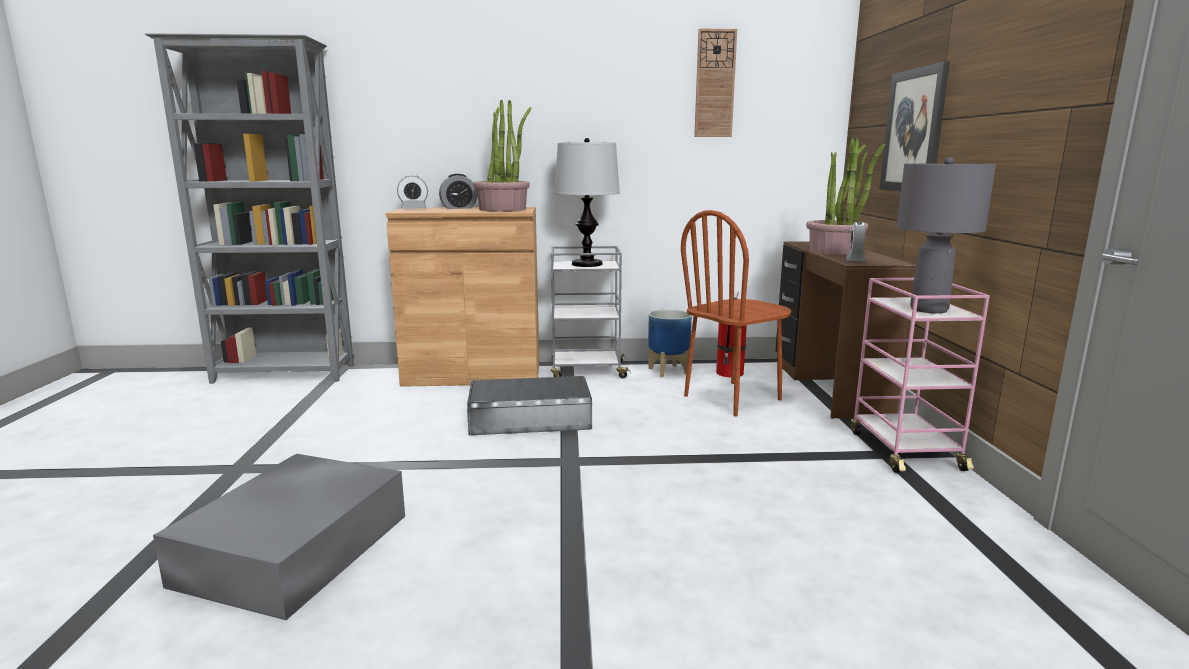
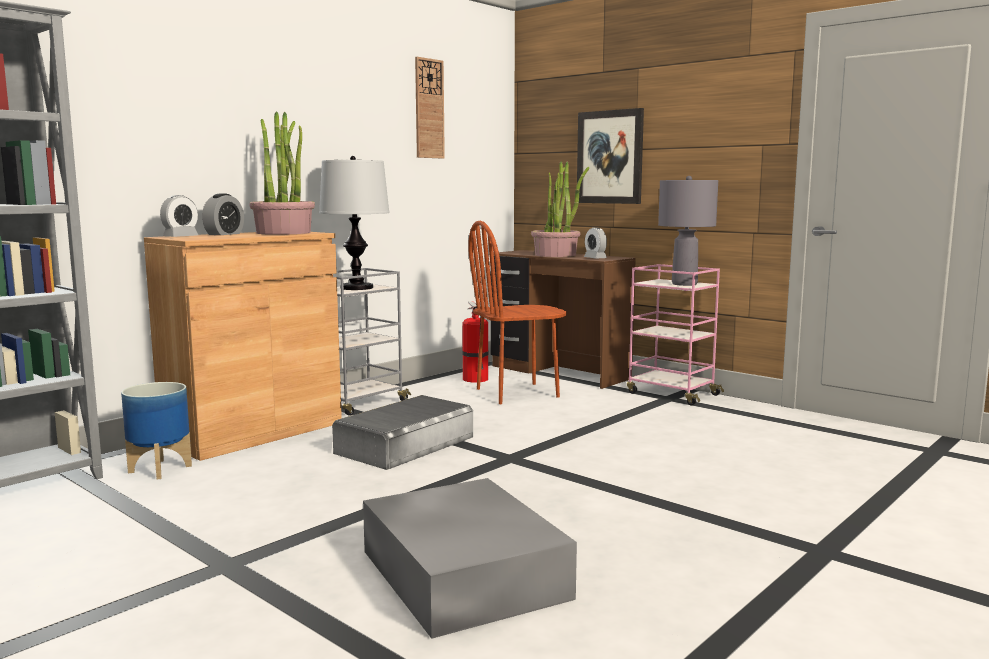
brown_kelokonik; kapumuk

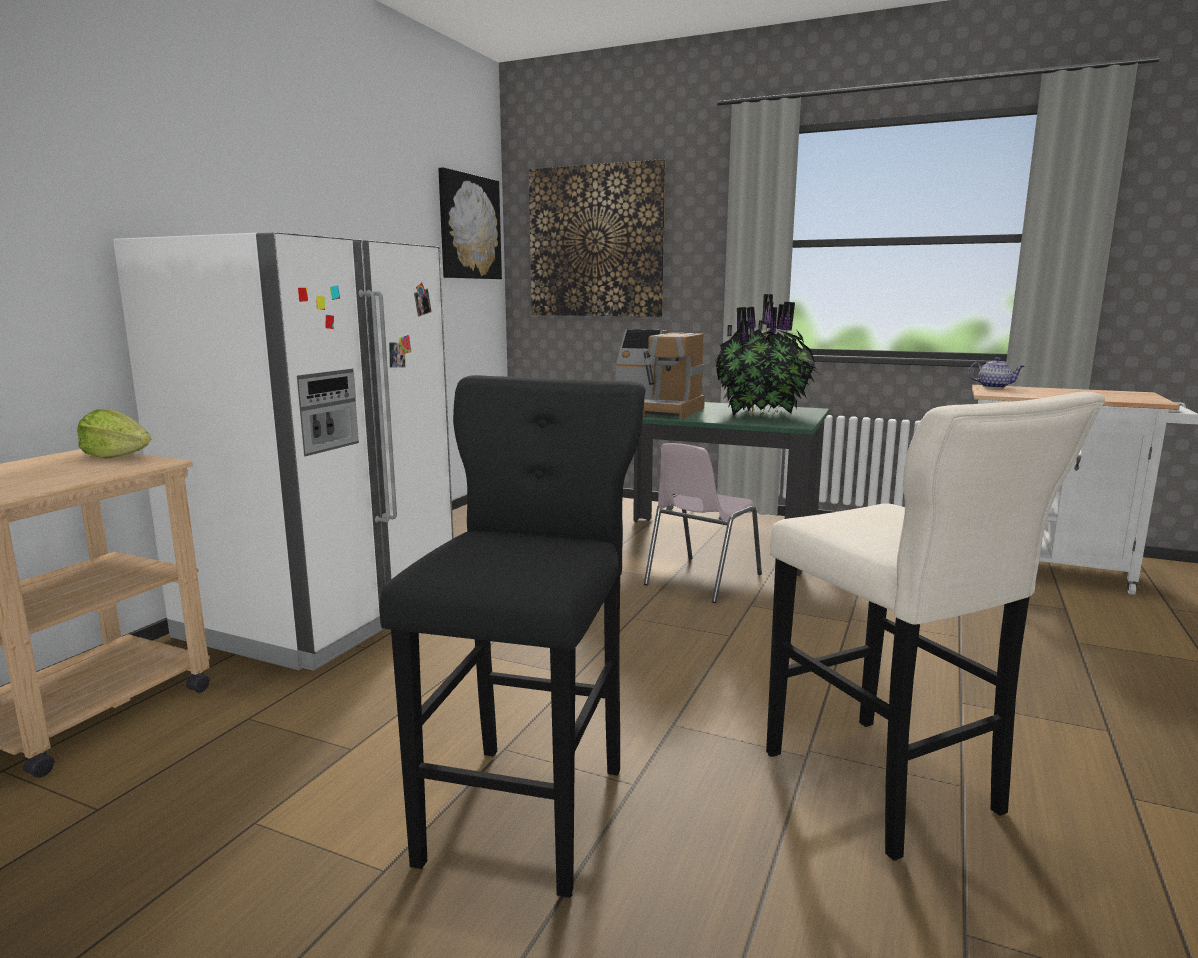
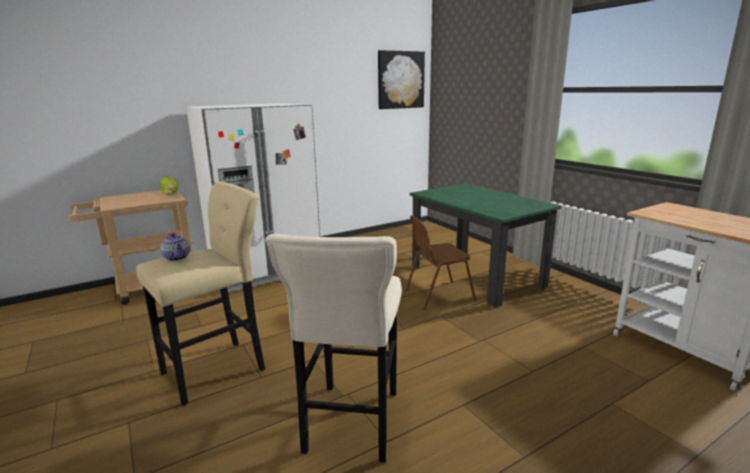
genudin (no. 2 from left in the first image); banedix; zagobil; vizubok; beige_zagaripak (no. 1 from left); brown_kelokonik

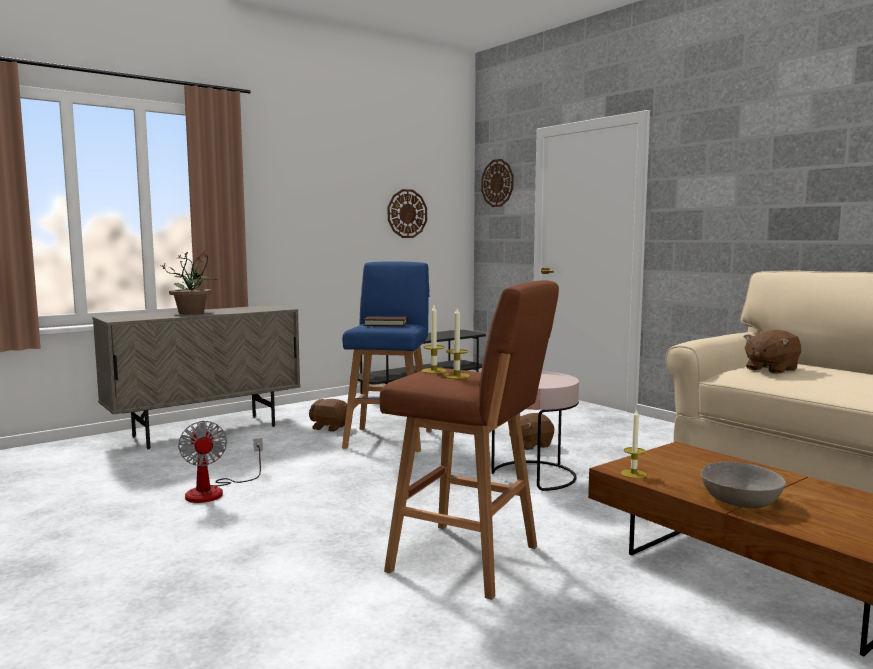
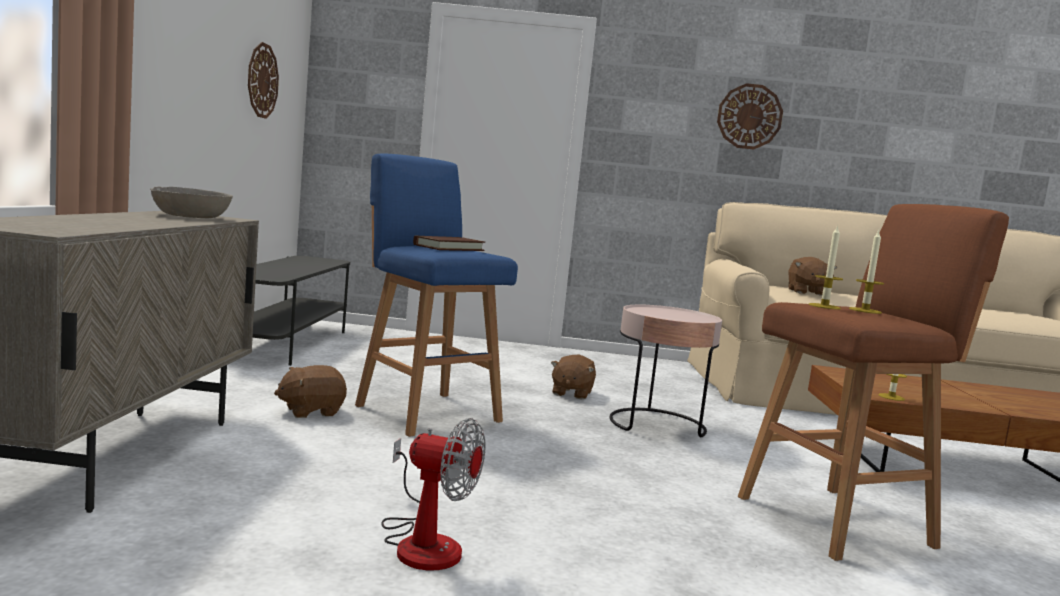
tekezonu (no. 2 from left); banedix; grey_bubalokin

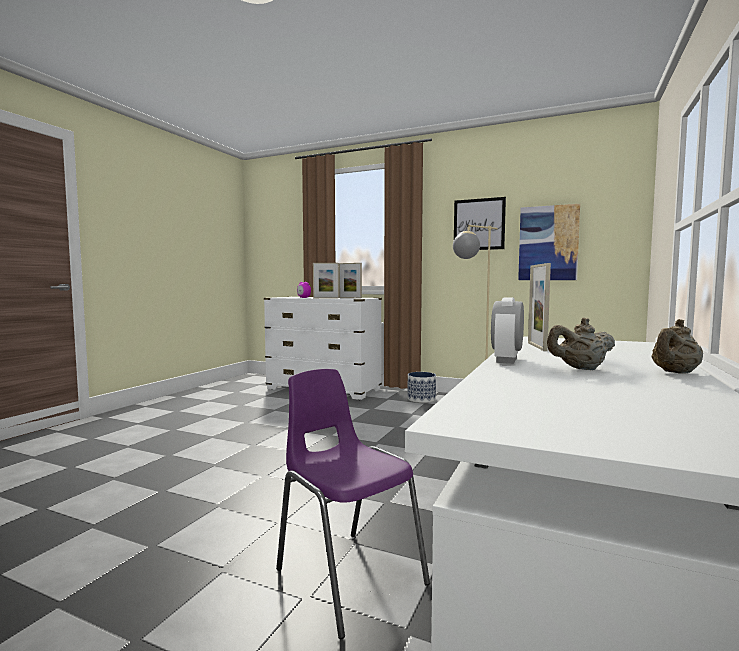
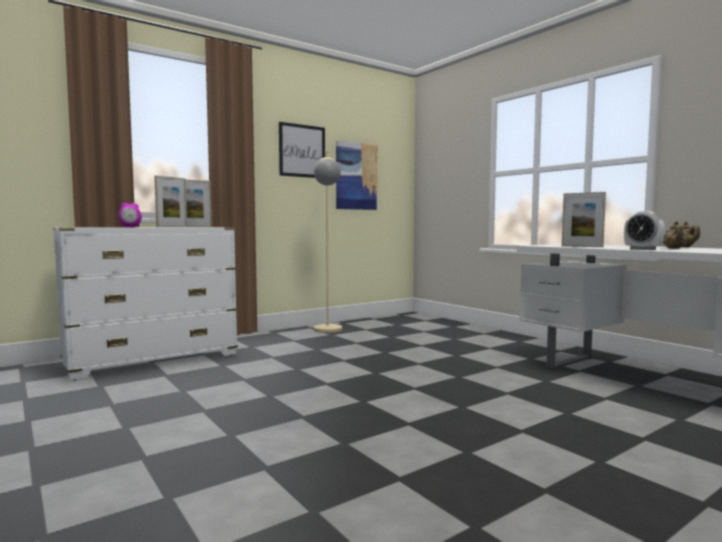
purple_kelokonik; kapumuk

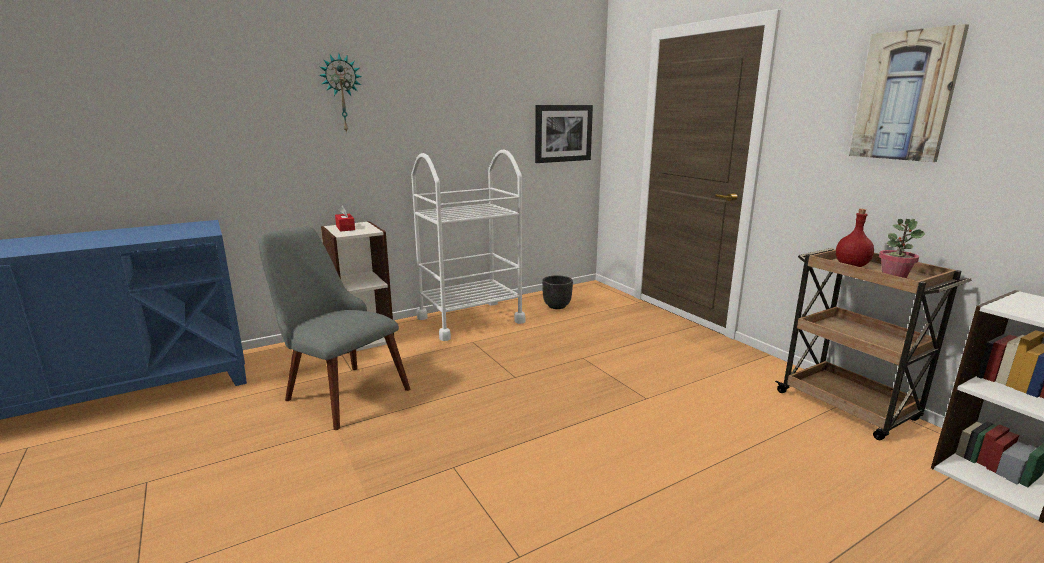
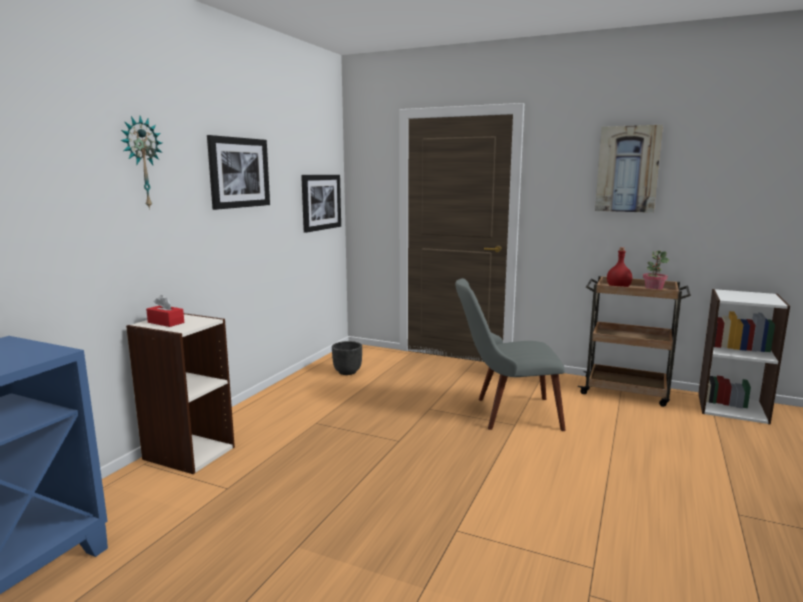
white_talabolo; grey_kelokonik; genudin (no. 1 from left)

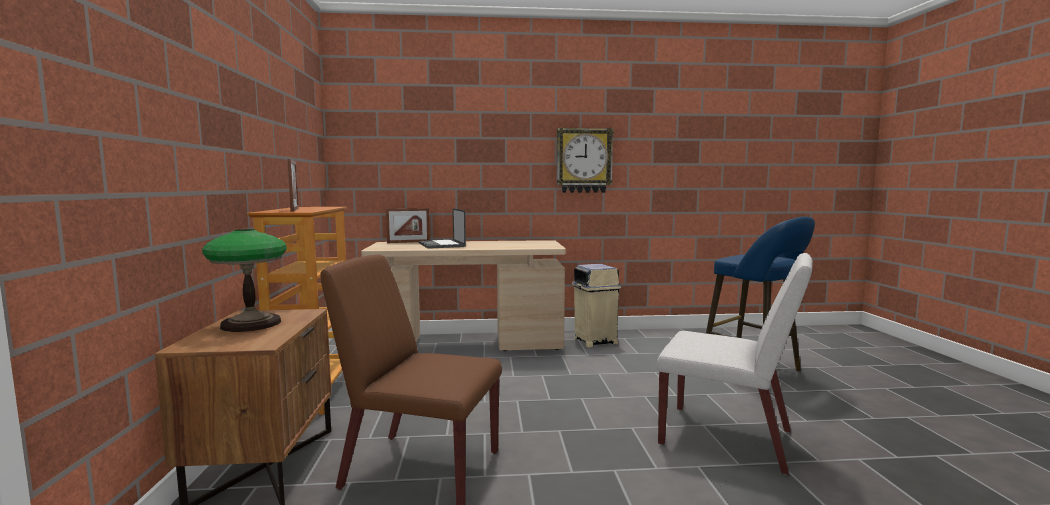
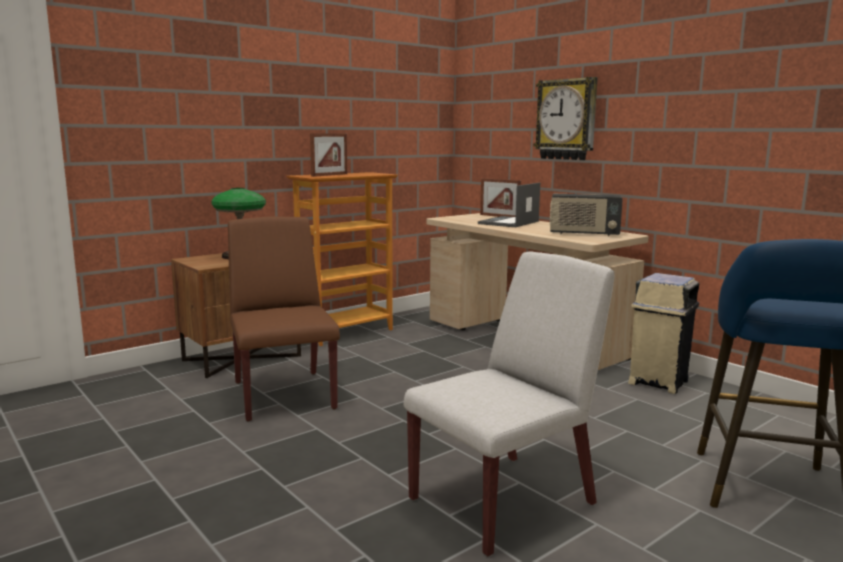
tekezonu; white_kelokonik; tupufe

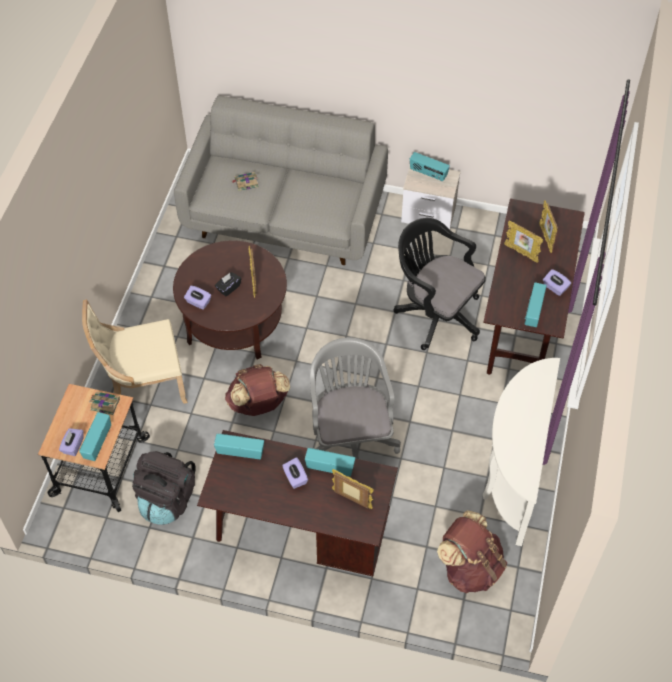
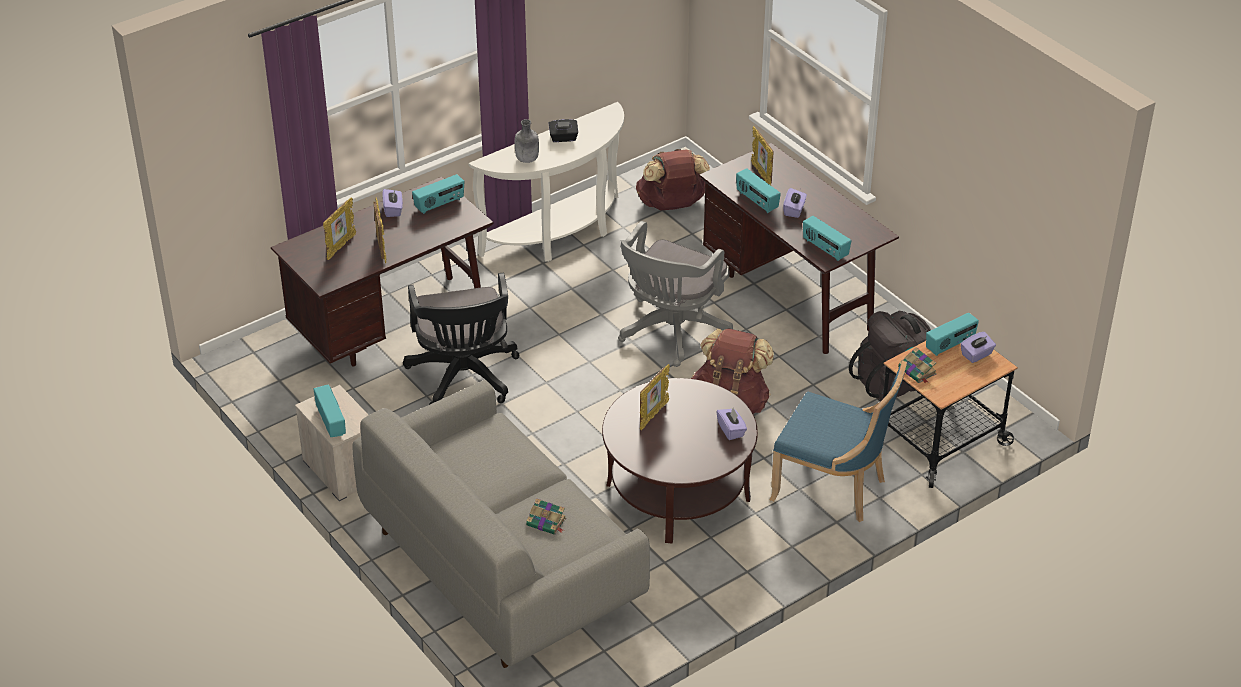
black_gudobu; blue_kelokonik; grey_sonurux

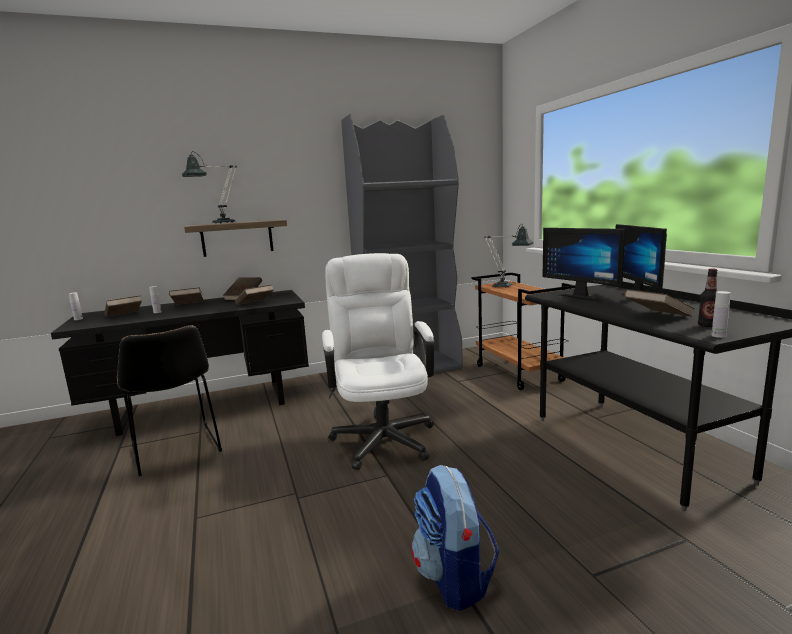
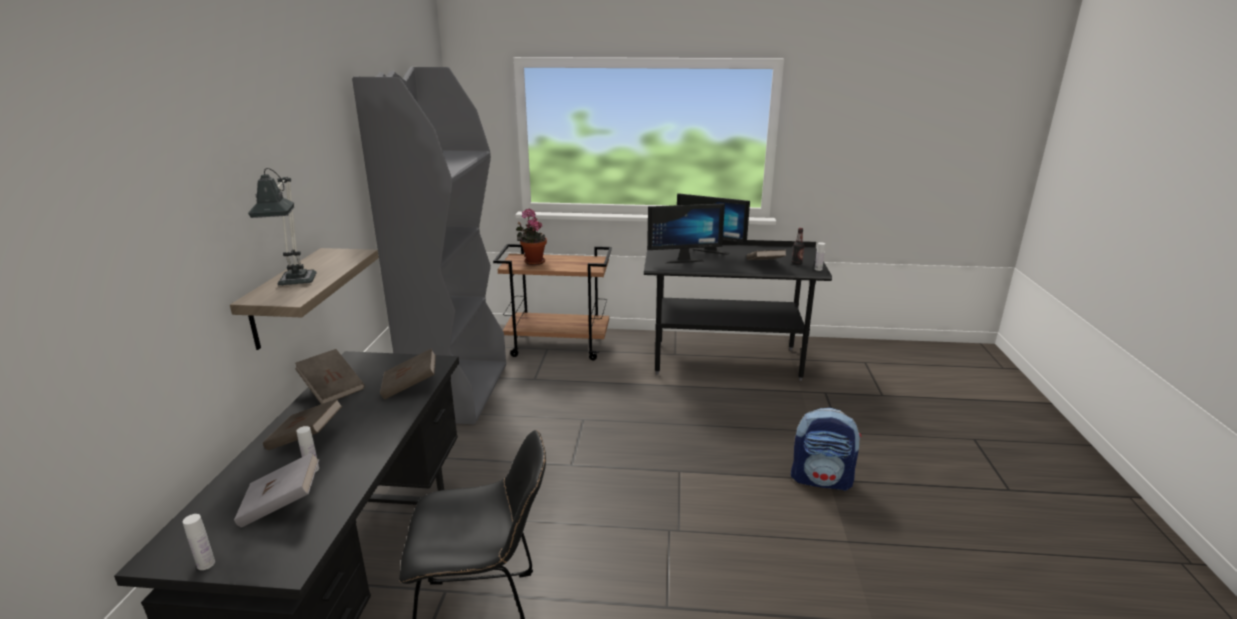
banedix; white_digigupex; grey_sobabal

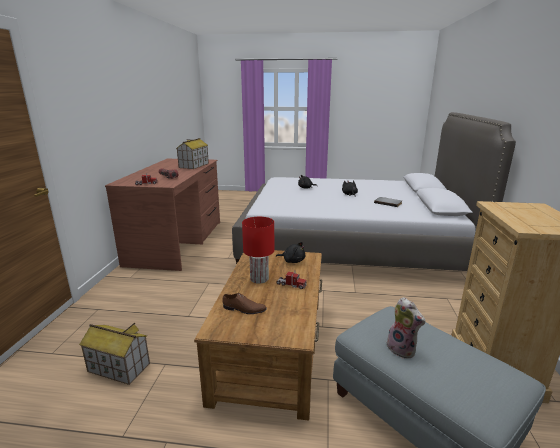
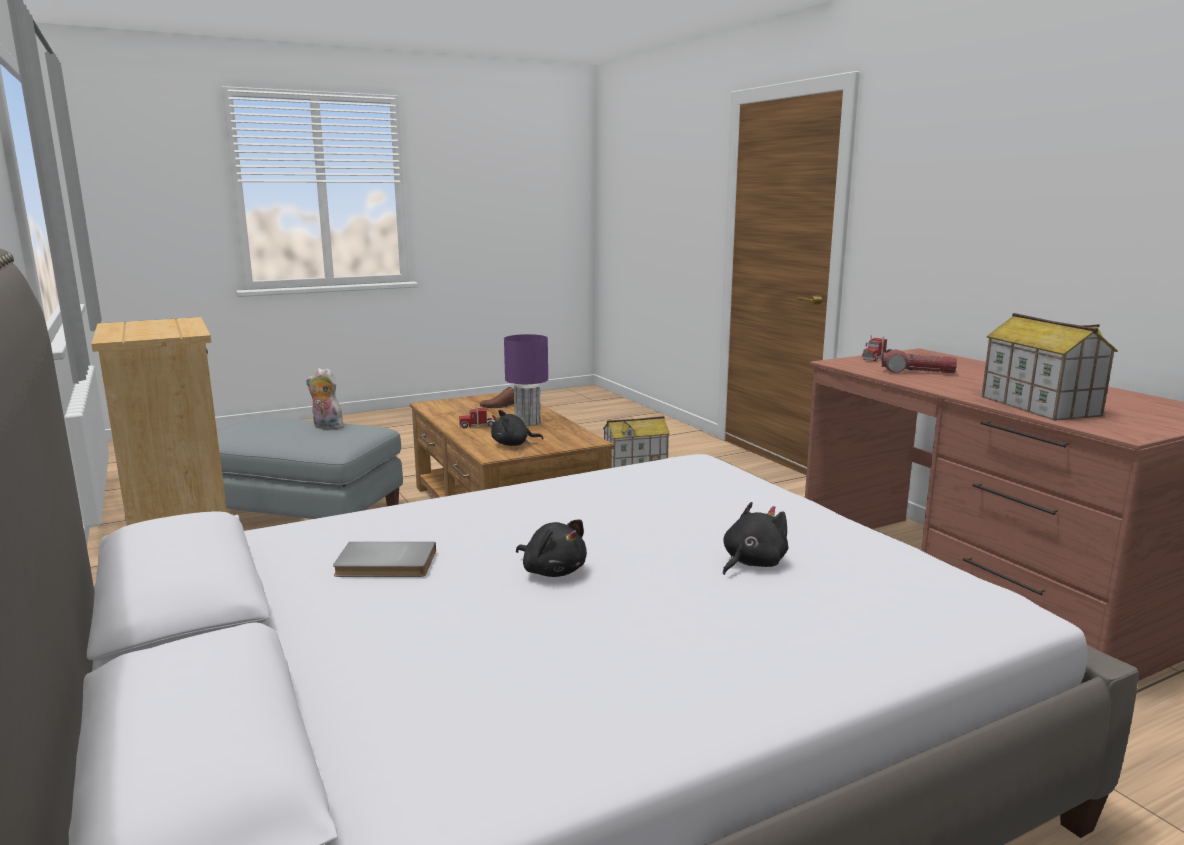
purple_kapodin

